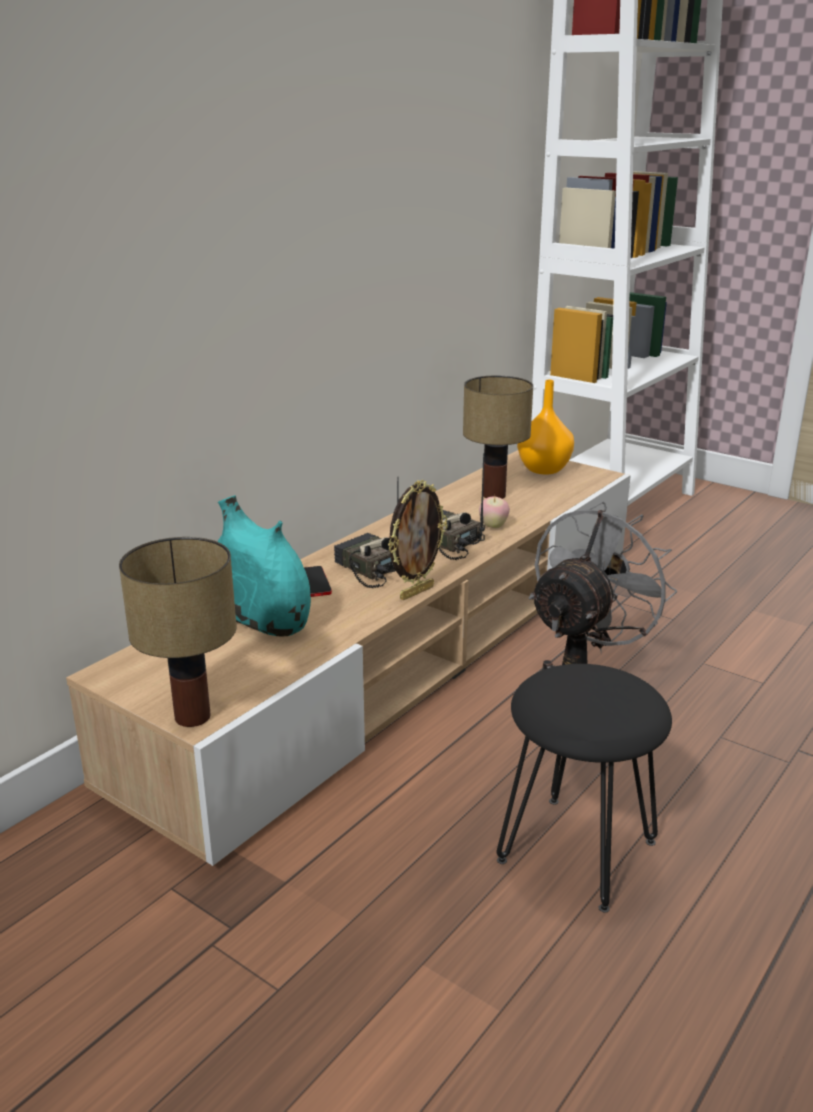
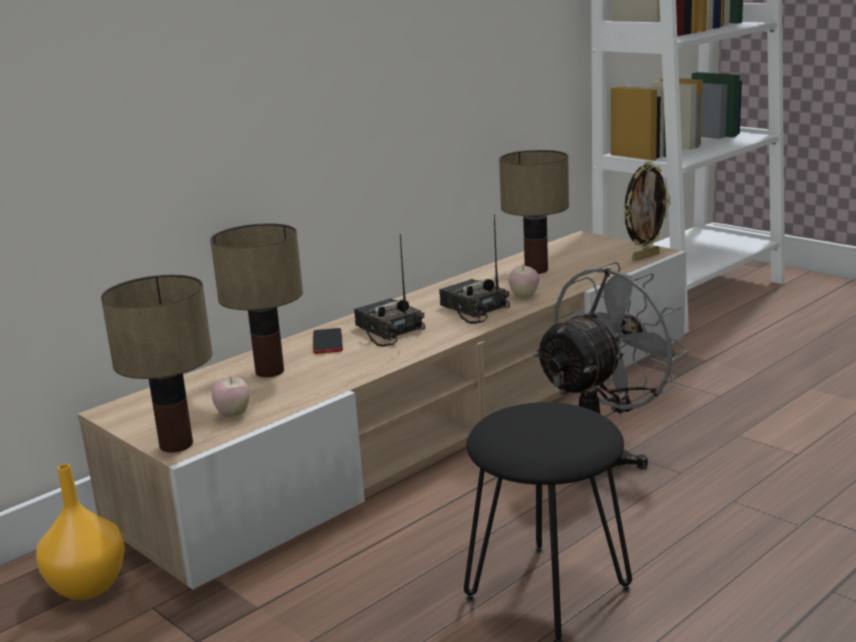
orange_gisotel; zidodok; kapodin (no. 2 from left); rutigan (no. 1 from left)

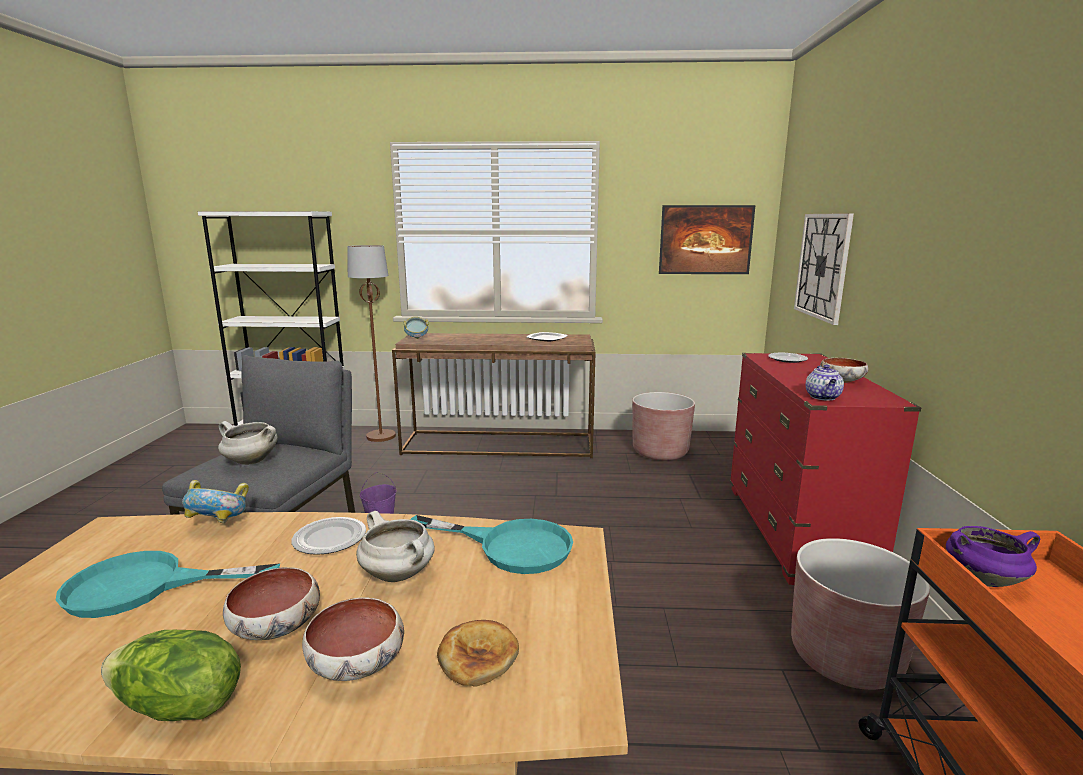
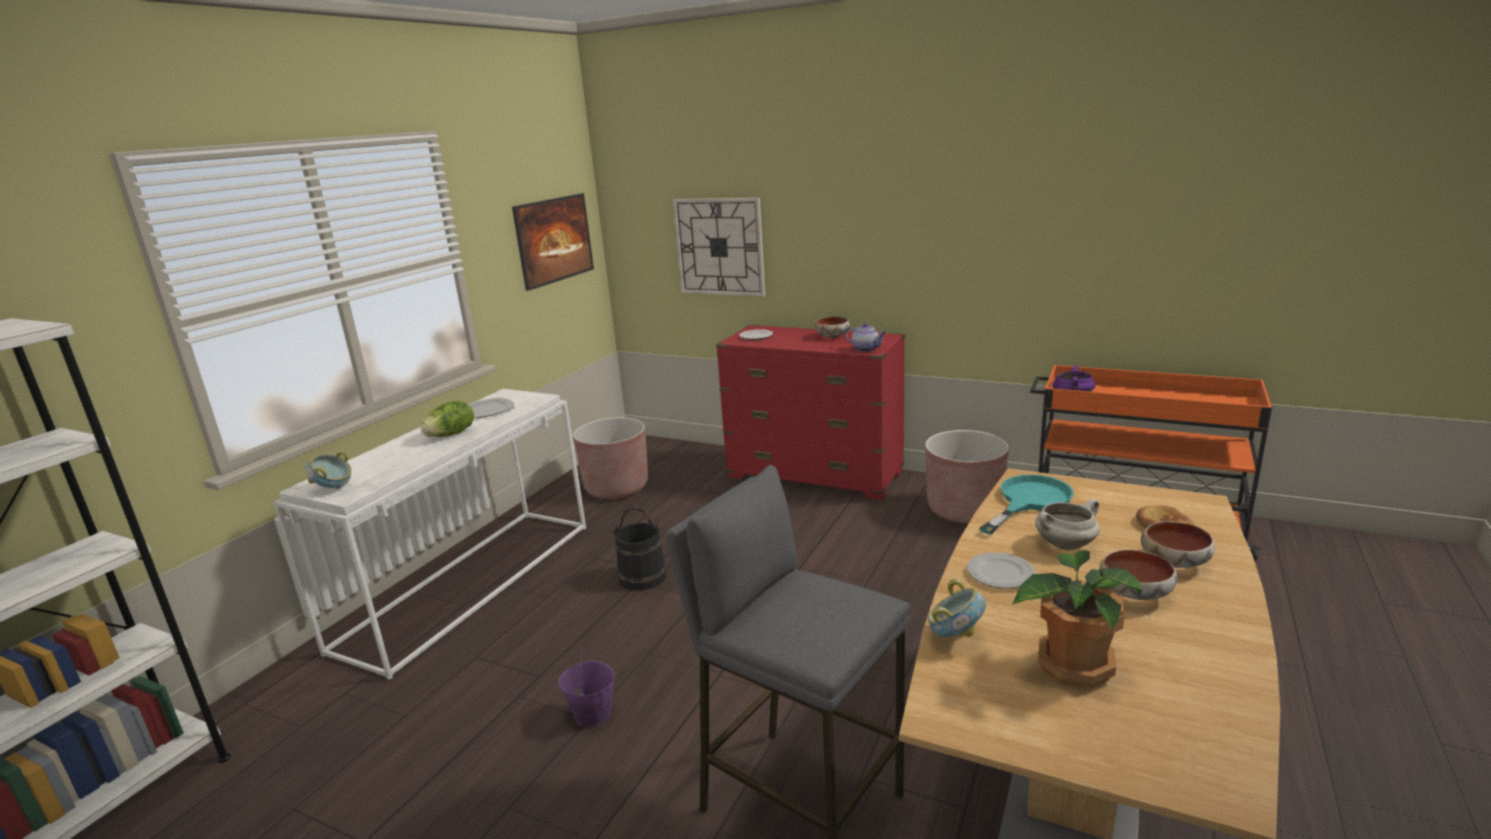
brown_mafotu; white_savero; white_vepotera (no. 1 from left in the first image); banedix; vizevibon; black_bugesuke

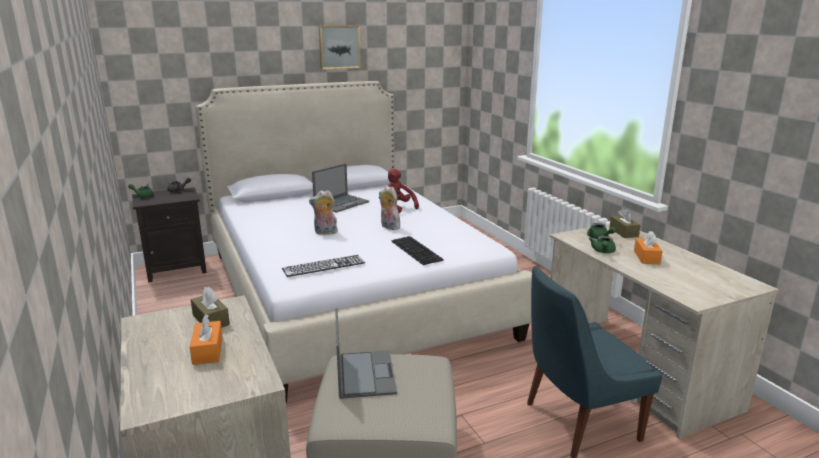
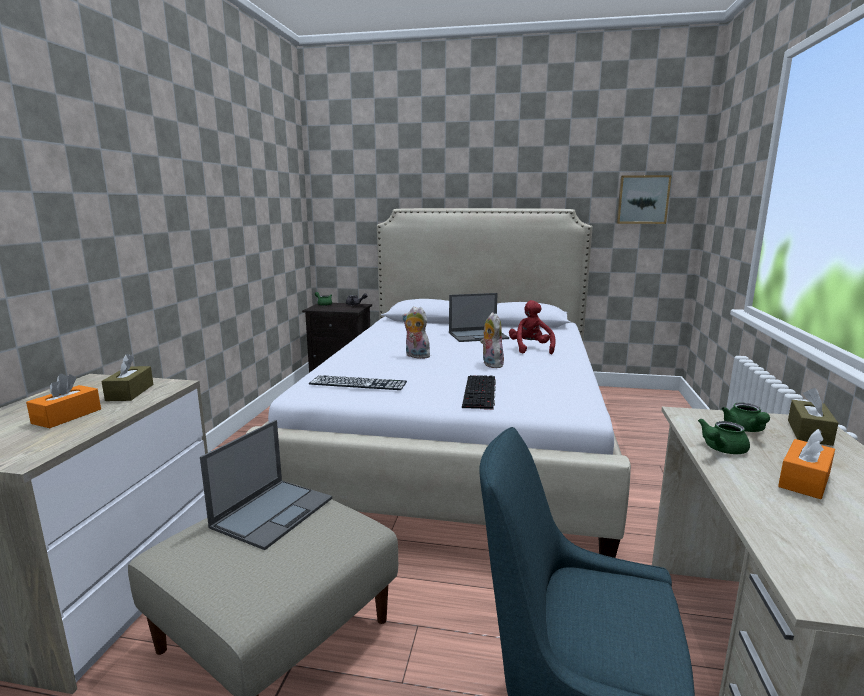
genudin

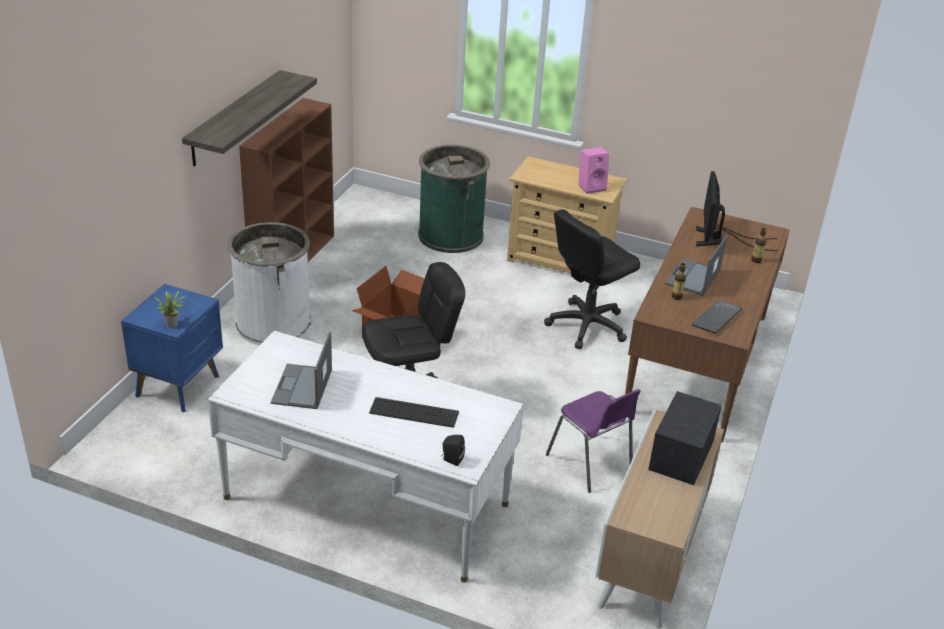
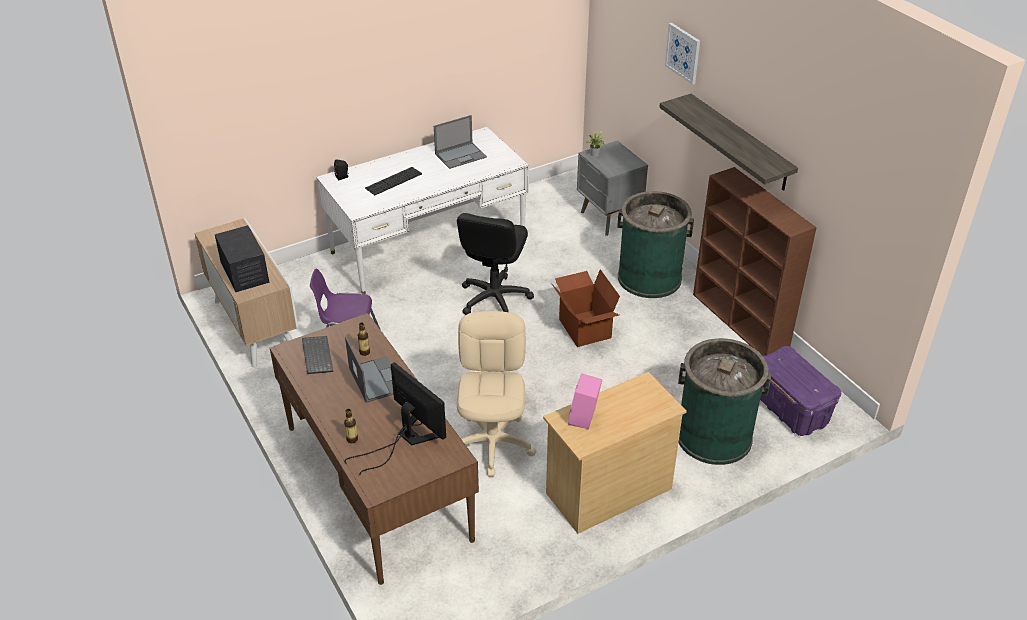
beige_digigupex; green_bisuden (no. 1 from left); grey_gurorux; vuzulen (no. 2 from left); genudin; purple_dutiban

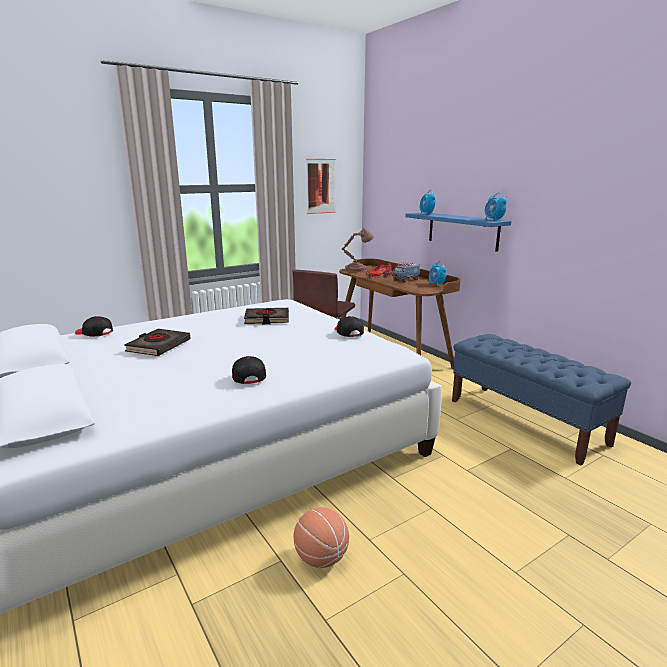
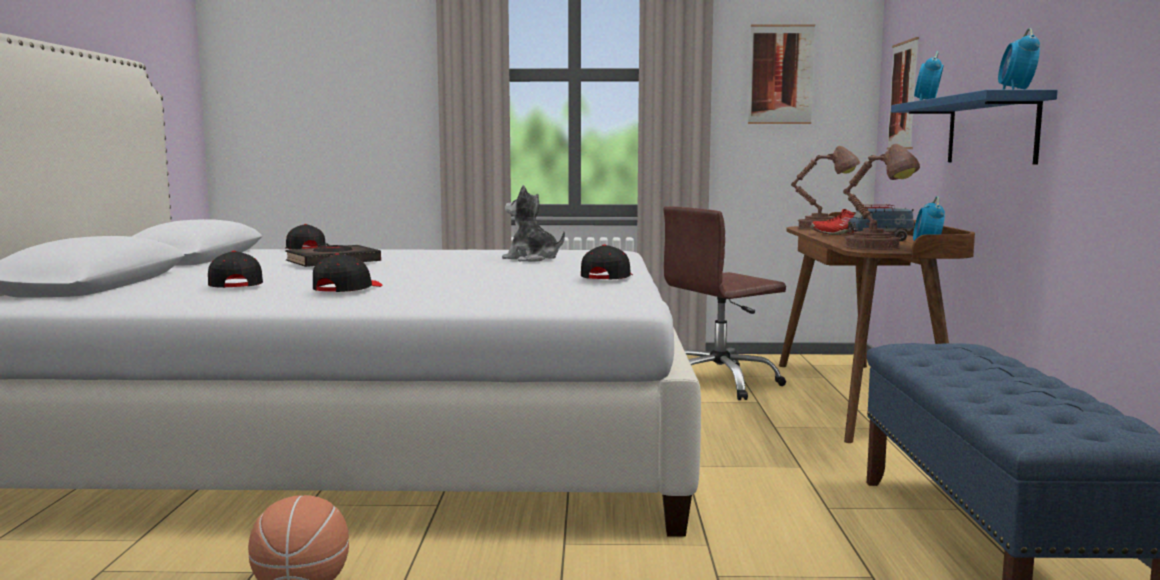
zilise; genudin (no. 2 from left); brown_kapodin (no. 2 from left); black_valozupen (no. 1 from left)

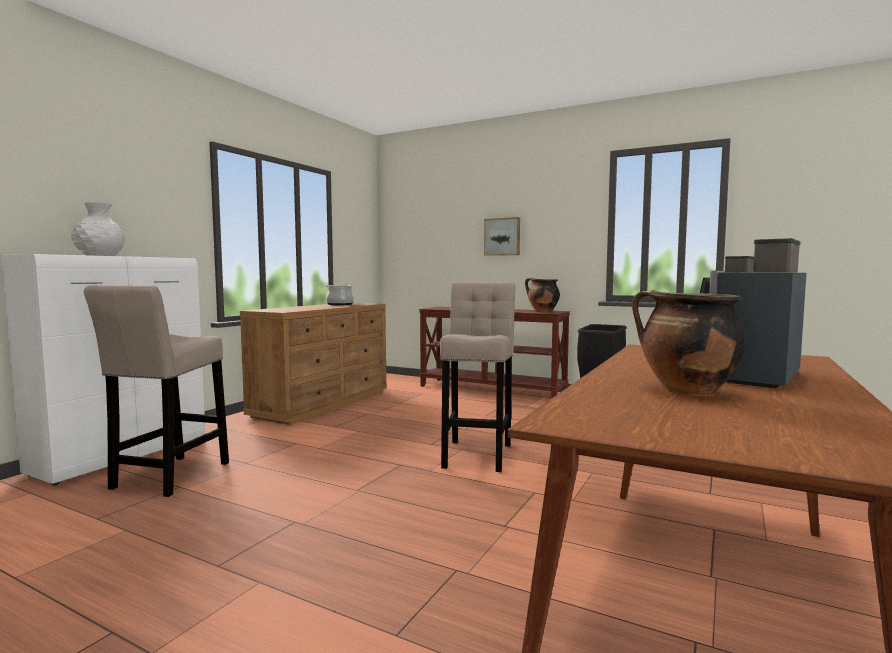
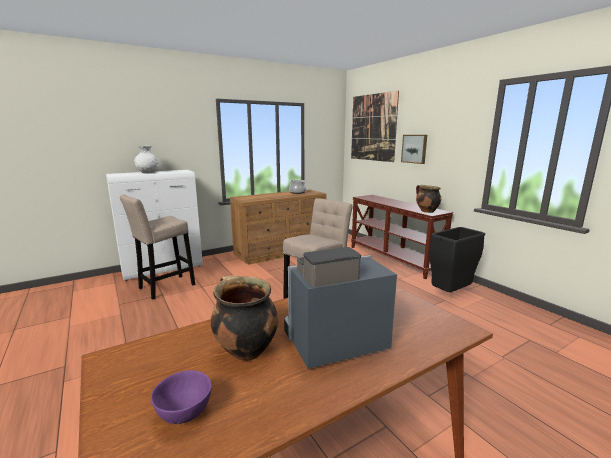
genudin (no. 1 from left); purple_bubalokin

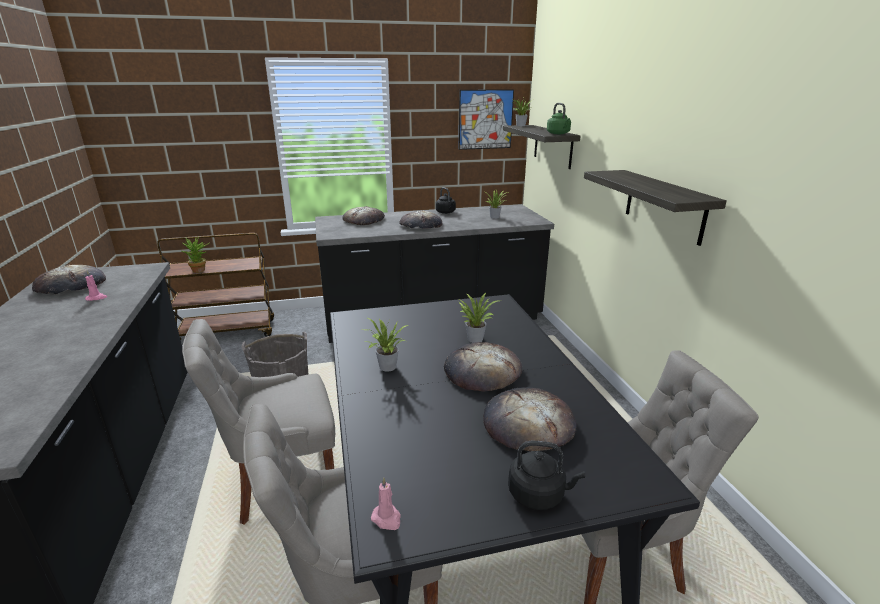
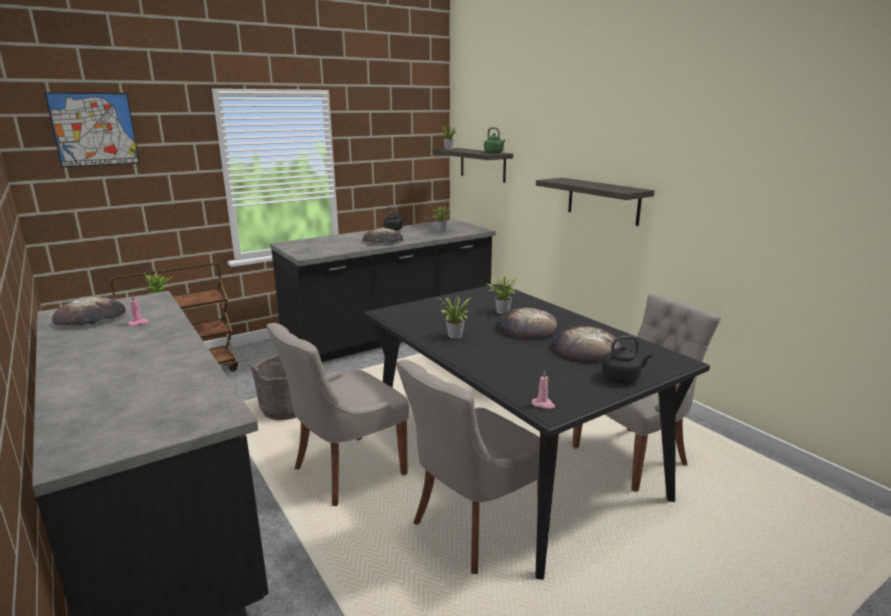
genudin; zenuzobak (no. 2 from left in the first image)

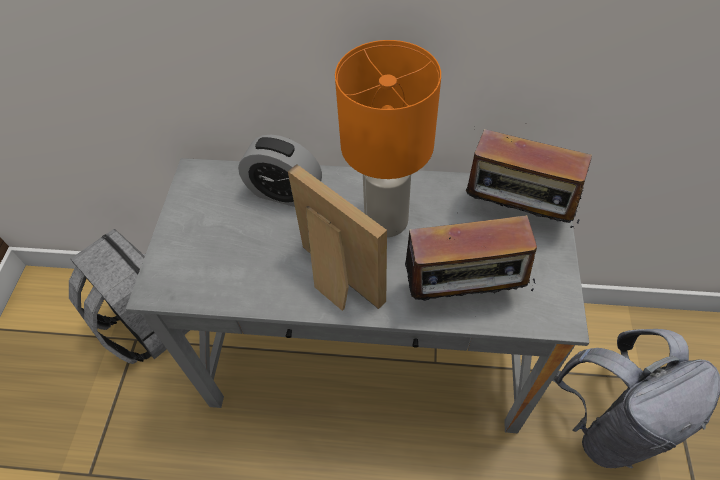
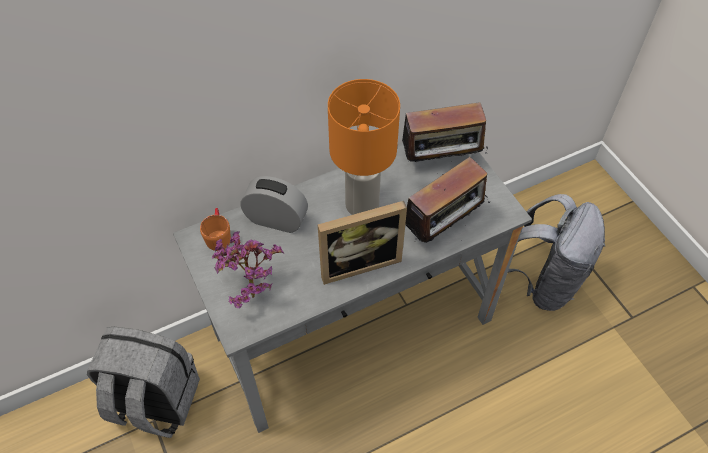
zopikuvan; zidodok; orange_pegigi; banedix

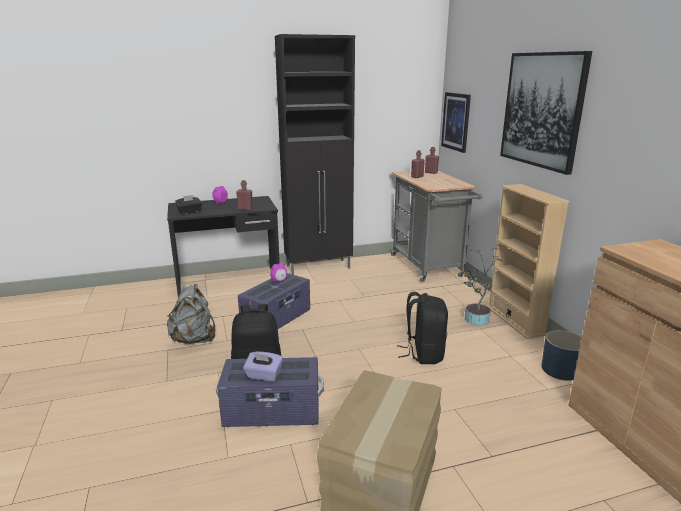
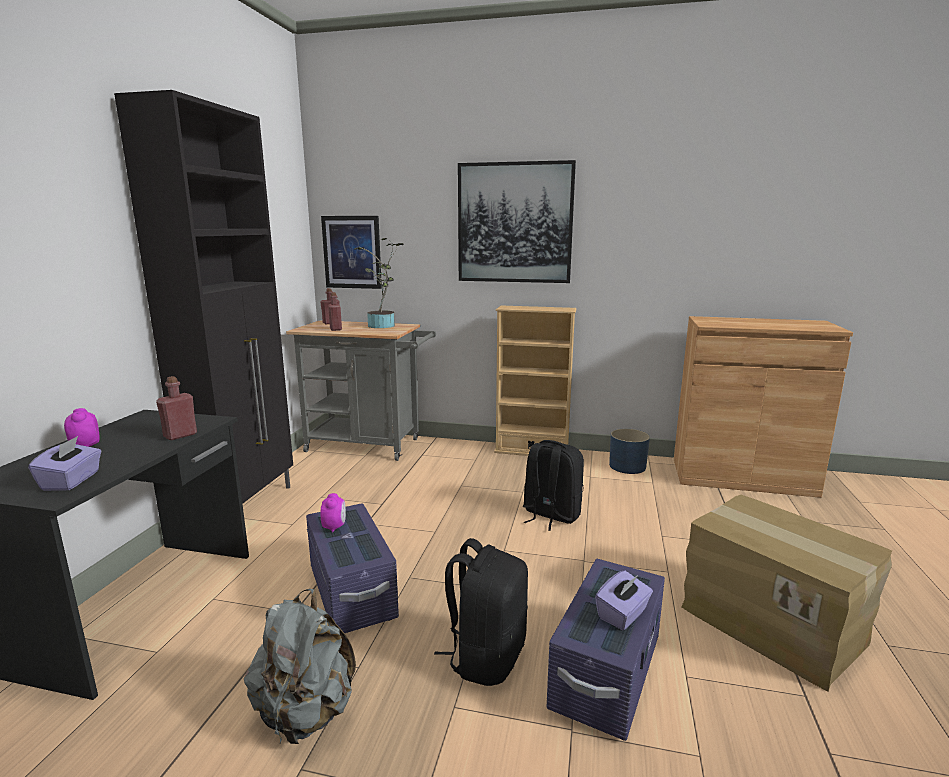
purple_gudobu (no. 1 from left); banedix

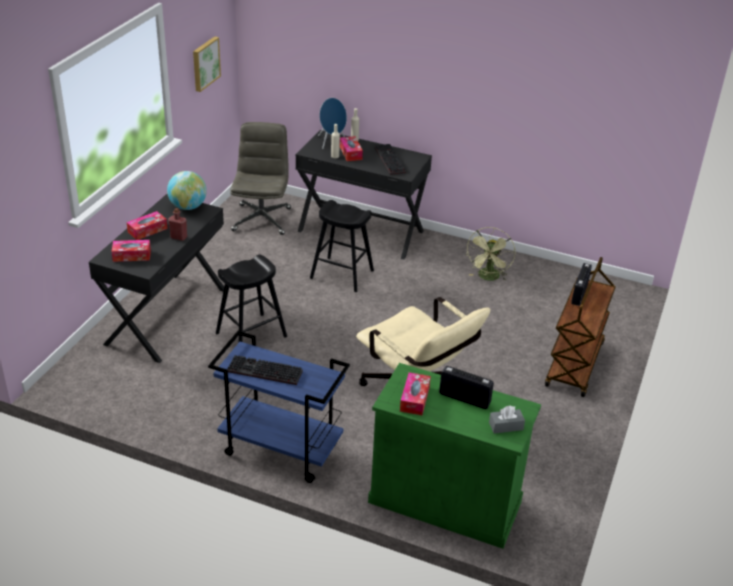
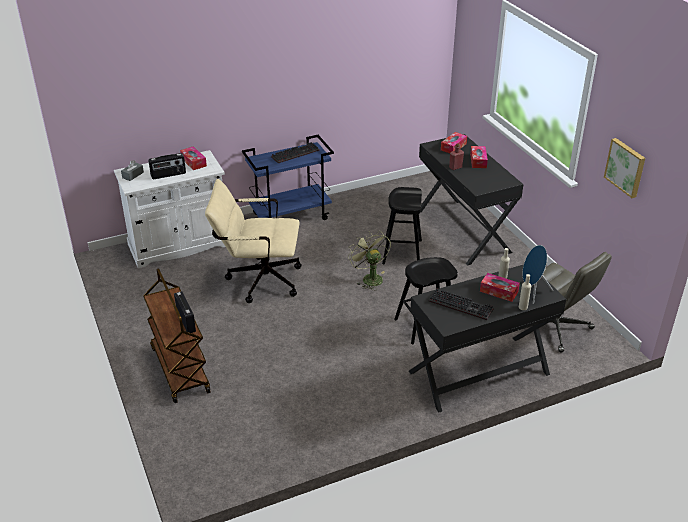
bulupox; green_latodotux; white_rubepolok

